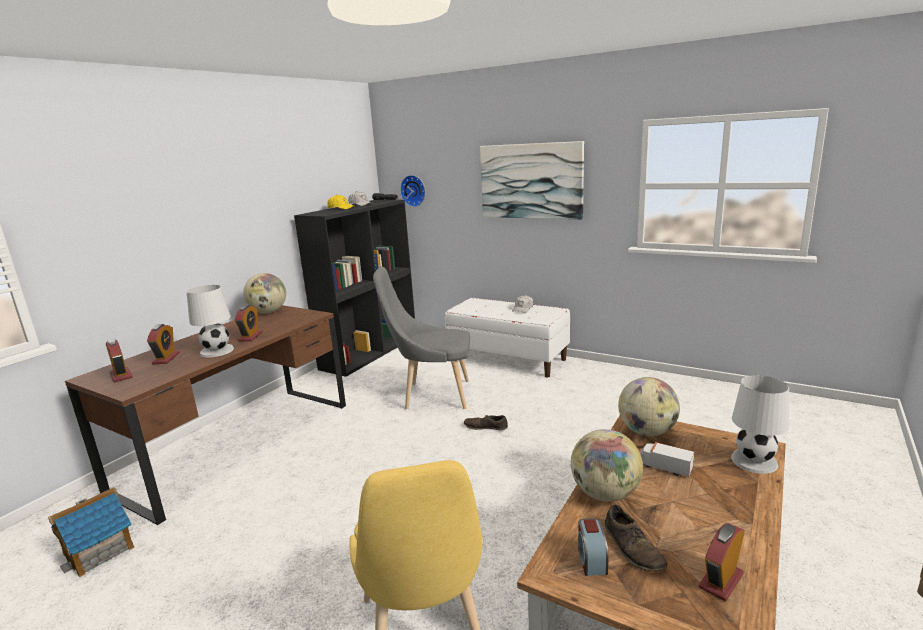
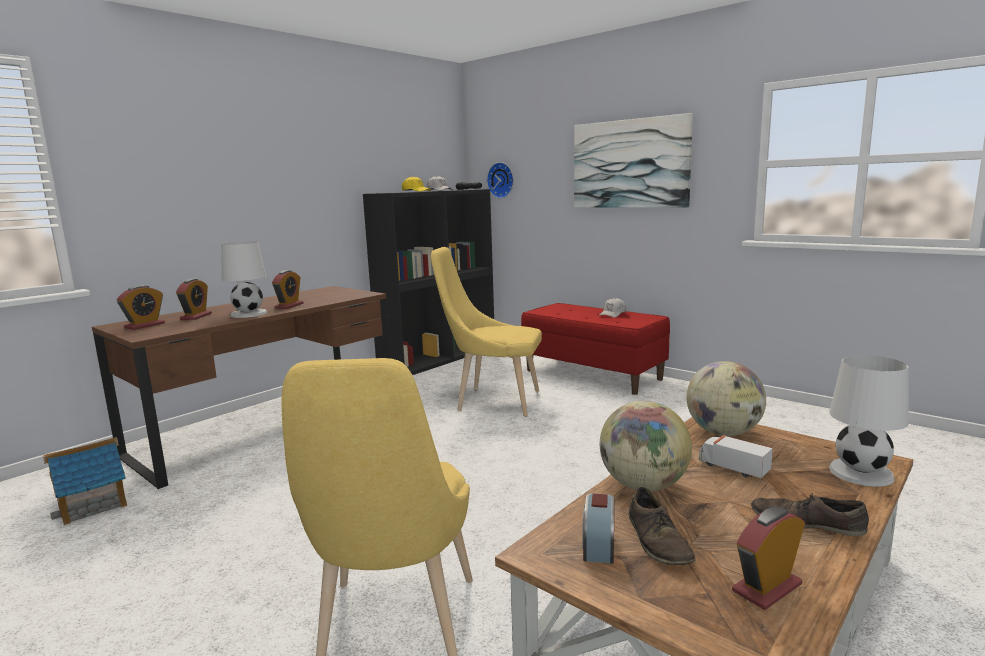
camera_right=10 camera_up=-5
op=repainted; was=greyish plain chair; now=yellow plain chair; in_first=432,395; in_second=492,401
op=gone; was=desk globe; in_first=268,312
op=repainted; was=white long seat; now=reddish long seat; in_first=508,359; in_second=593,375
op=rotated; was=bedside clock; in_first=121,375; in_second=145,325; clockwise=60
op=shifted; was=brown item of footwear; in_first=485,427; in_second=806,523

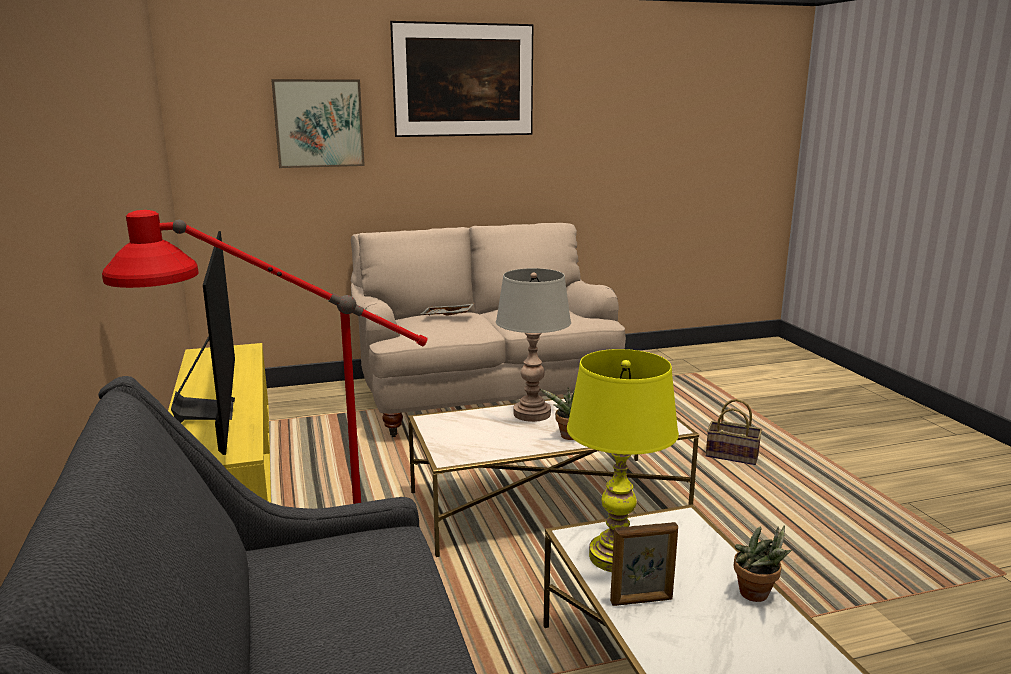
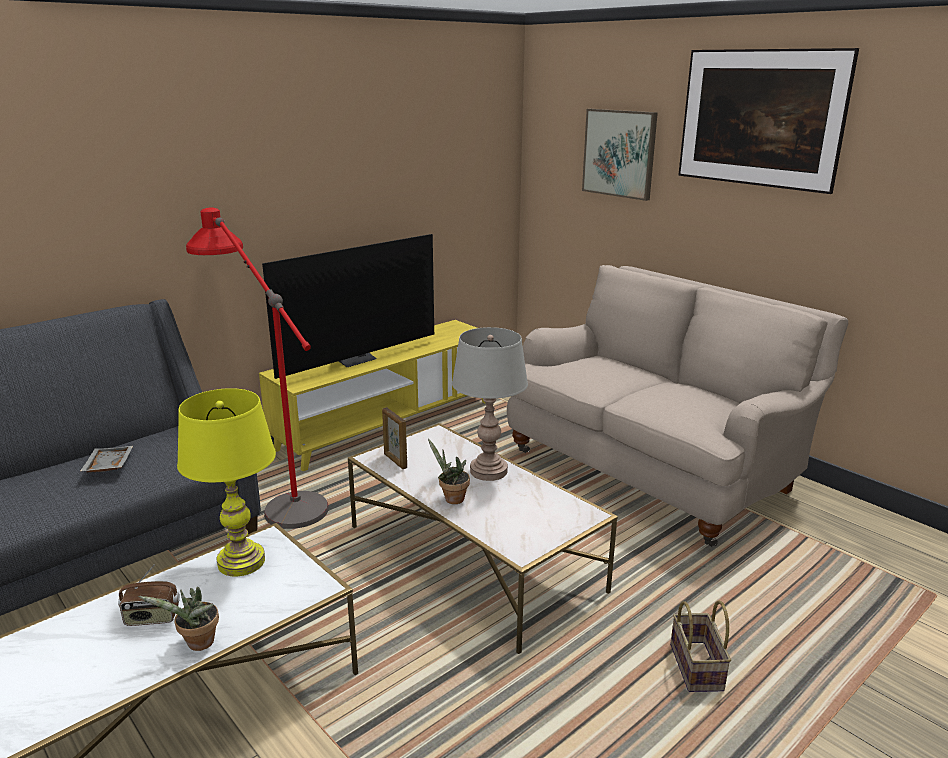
camera_right=65 camera_up=5
op=shifted; was=greyish serving tray; in_first=447,316; in_second=108,466
op=shifted; was=picture frame; in_first=642,601; in_second=395,461
op=new; now=radio set; in_second=152,618

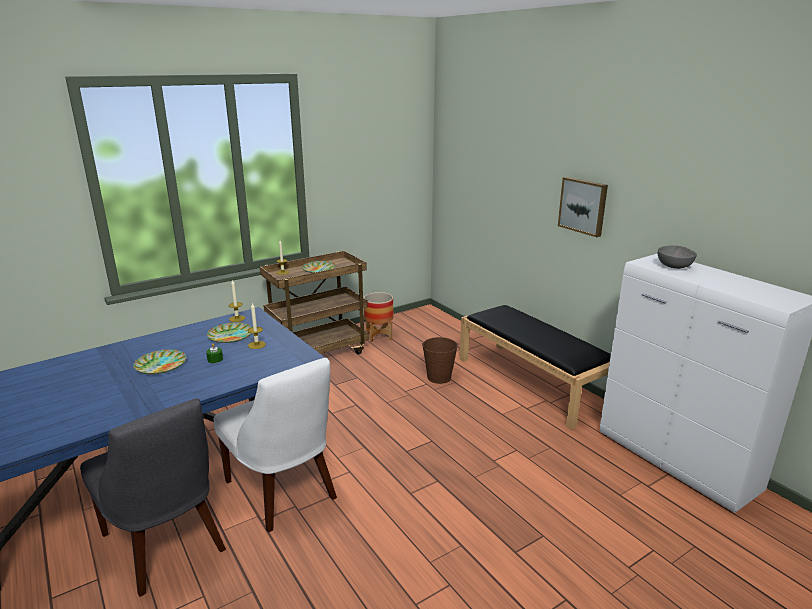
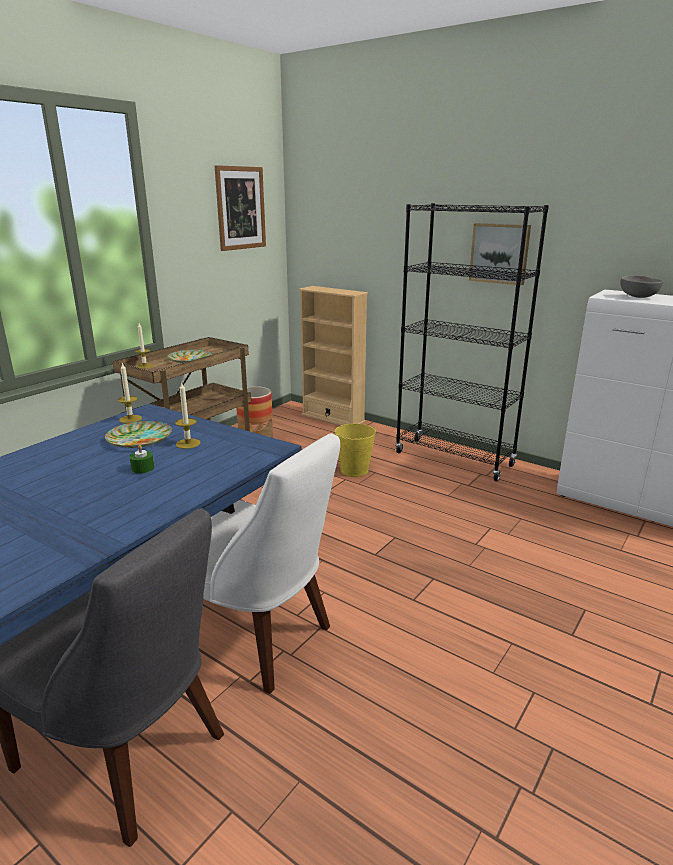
camera_right=-20 camera_up=0
op=swapped; was=blackish long seat; now=blackish bookcase; in_first=532,382; in_second=454,459
op=repainted; was=brown pail; now=yellow pail; in_first=439,377; in_second=354,470
op=gone; was=plate; in_first=160,365
op=new; now=wall picture; in_second=240,208
op=new; now=sand-coloured bookcase; in_second=333,418

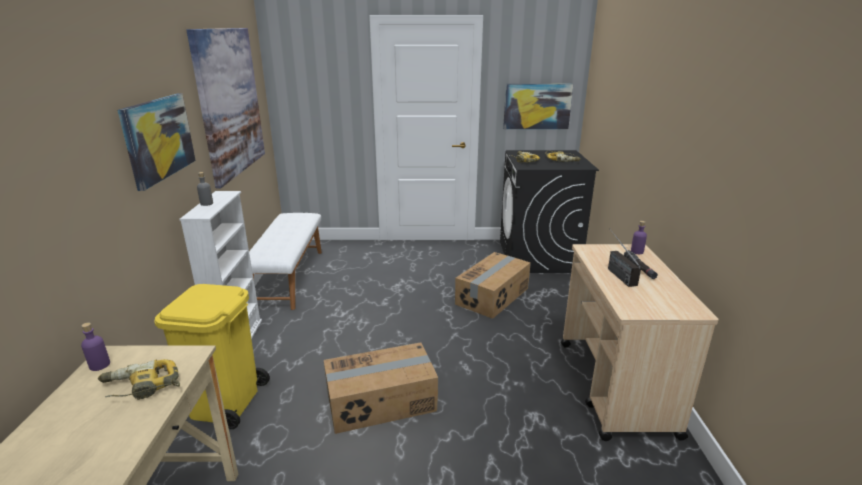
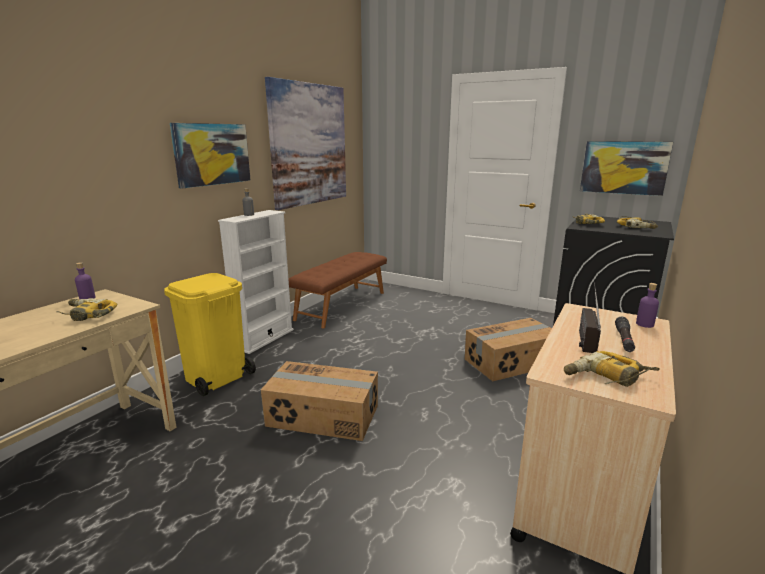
camera_right=30 camera_up=-5
op=repainted; was=white long seat; now=brown long seat; in_first=288,277; in_second=341,305
op=new; now=electric drill; in_second=607,378

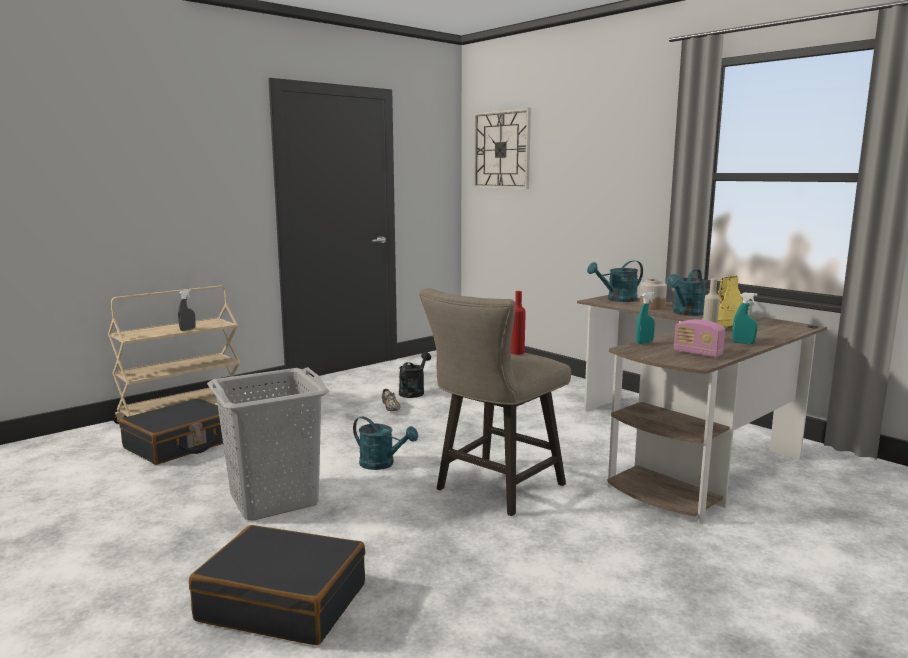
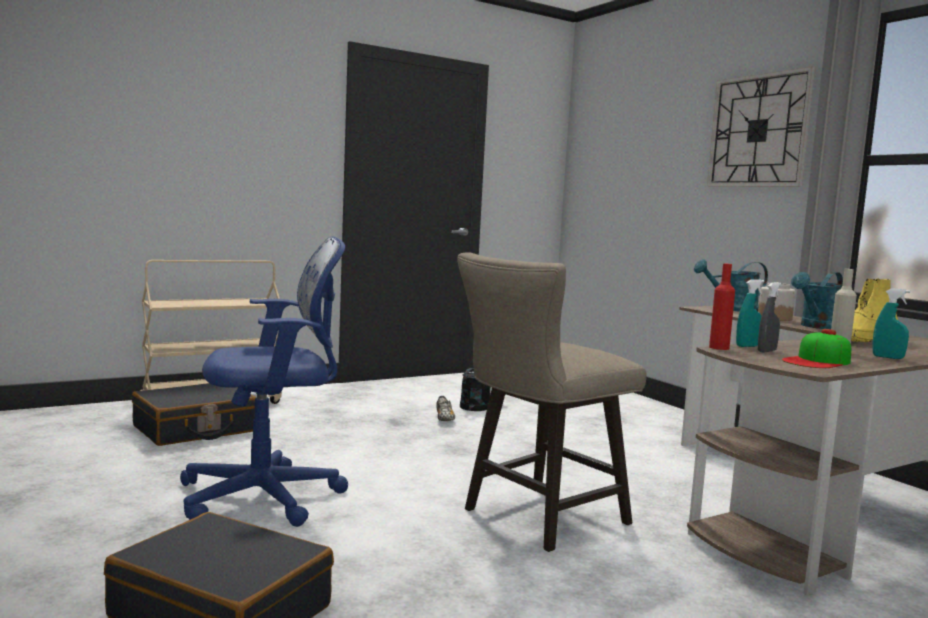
camera_right=10 camera_up=-5
op=shifted; was=clock on the wall; in_first=501,150; in_second=758,131
op=shifted; was=greyish spray bottle; in_first=187,329; in_second=767,351
op=shifted; was=reddish drink bottle; in_first=517,352; in_second=719,348
op=swapped; was=radio set; now=cap; in_first=697,354; in_second=817,361
op=swapped; was=greyish washing basket; now=bluish office chair; in_first=275,500; in_second=269,497
op=gone; was=turquoise watering pot; in_first=382,464

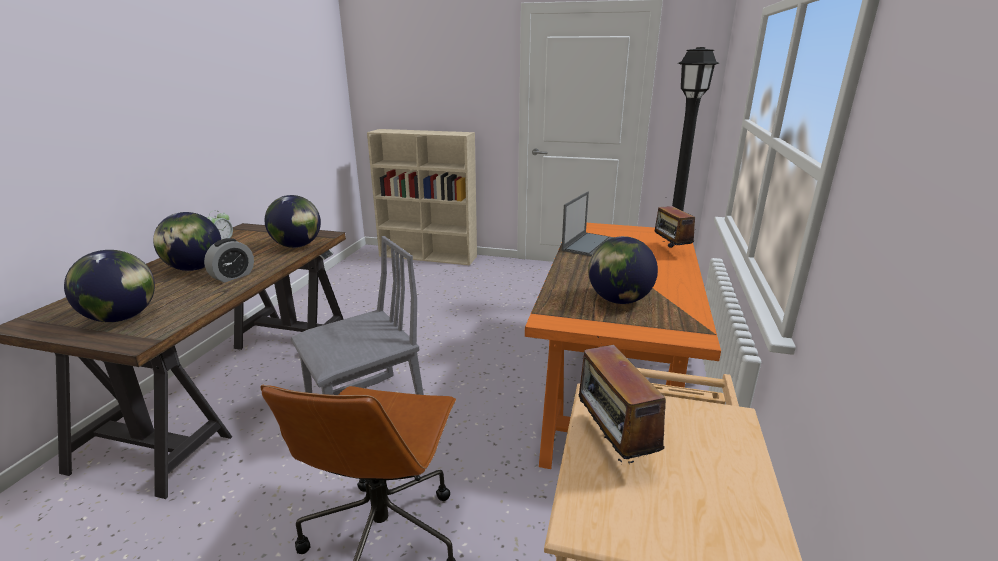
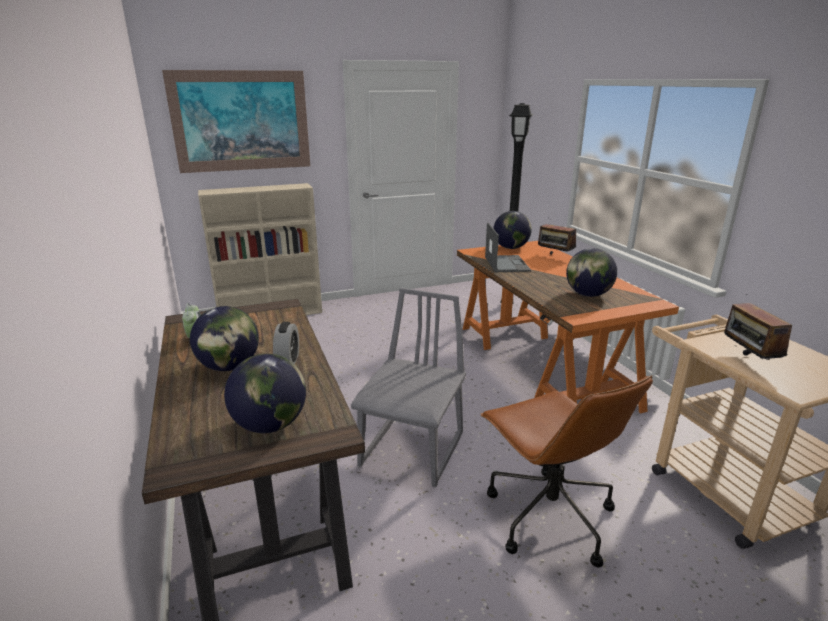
camera_right=-35 camera_up=0
op=shifted; was=desk globe; in_first=297,246; in_second=511,248
op=rotated; was=radio set; in_first=613,447; in_second=747,360; clockwise=45
op=new; now=wall picture; in_second=241,121

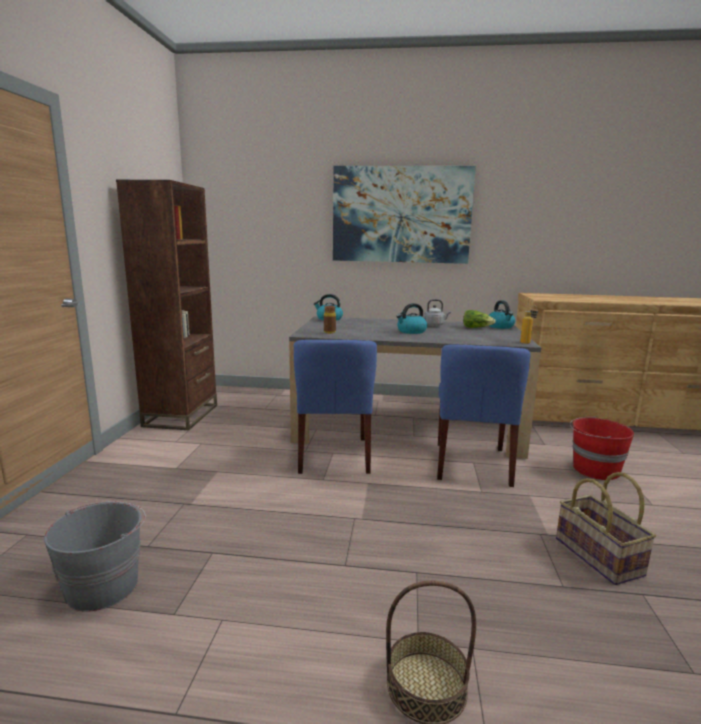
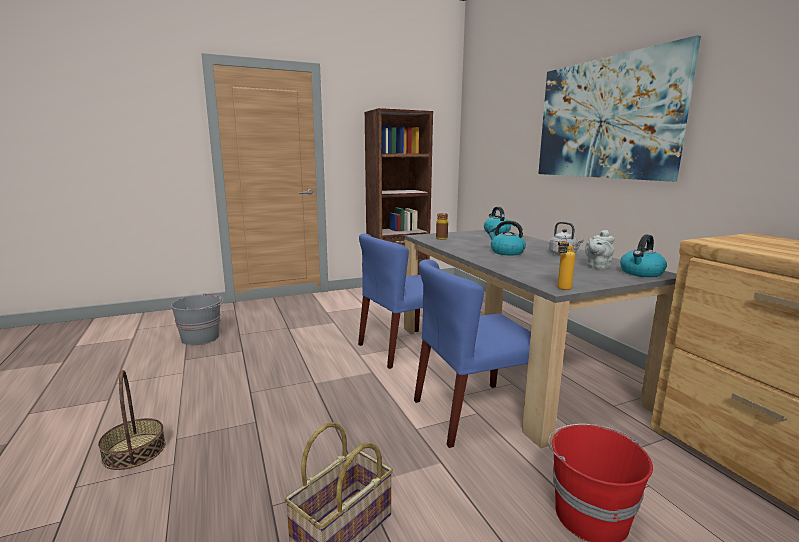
camera_right=60 camera_up=0
op=swapped; was=head of lettuce; now=greyish pot for tea; in_first=476,328; in_second=597,266

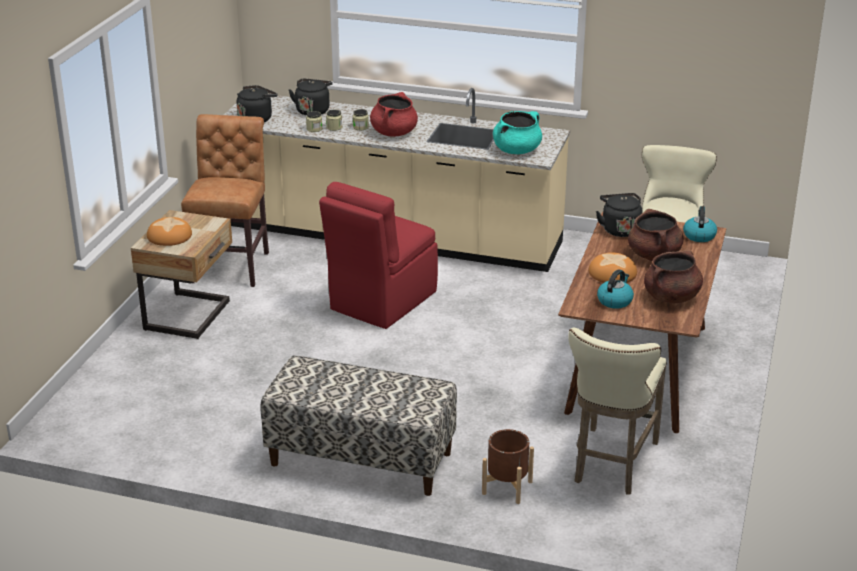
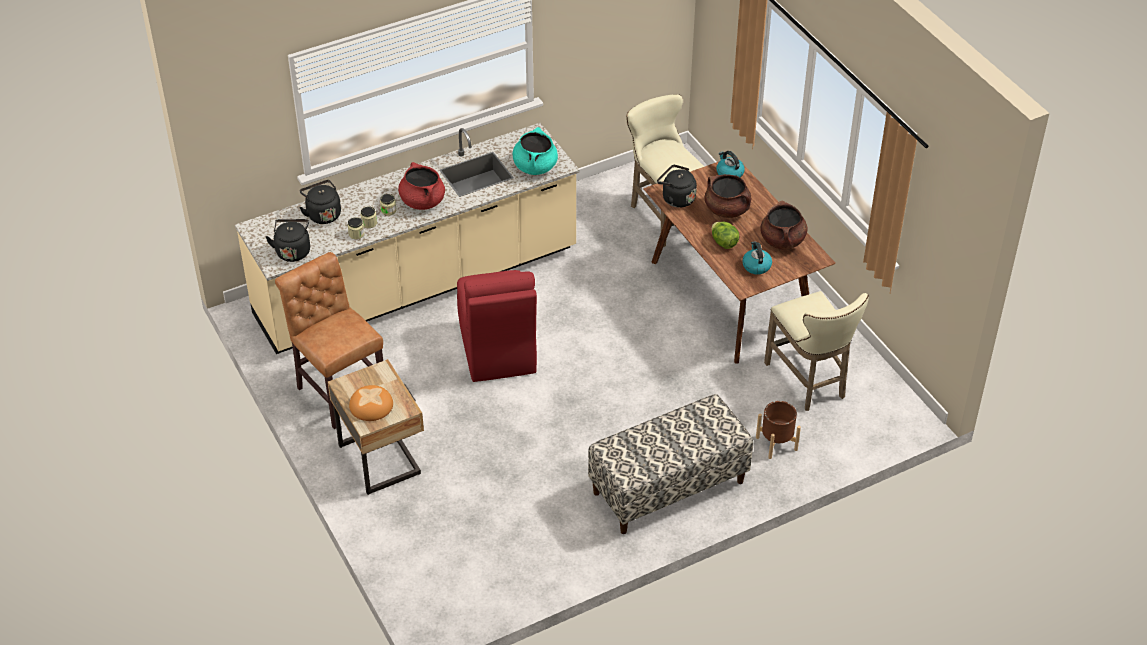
camera_right=-45 camera_up=15
op=swapped; was=bread; now=head of lettuce; in_first=612,273; in_second=724,243

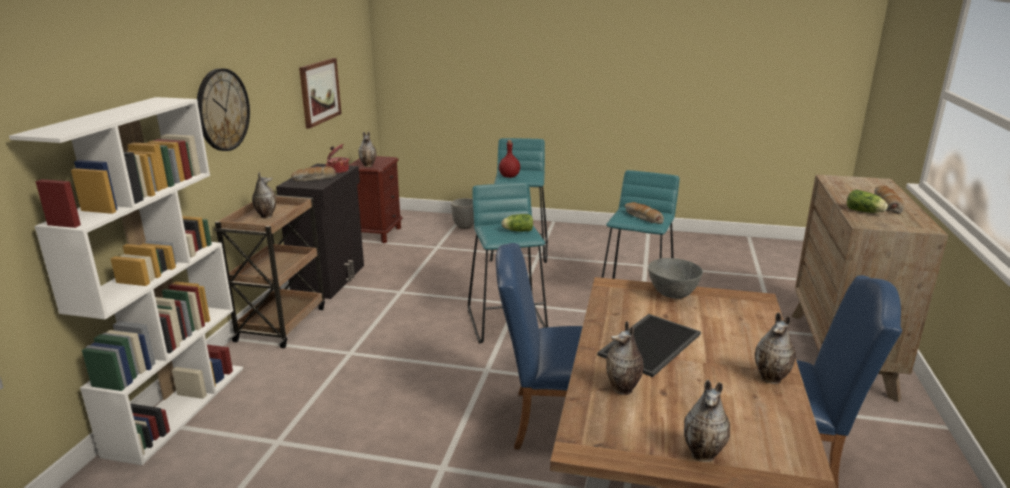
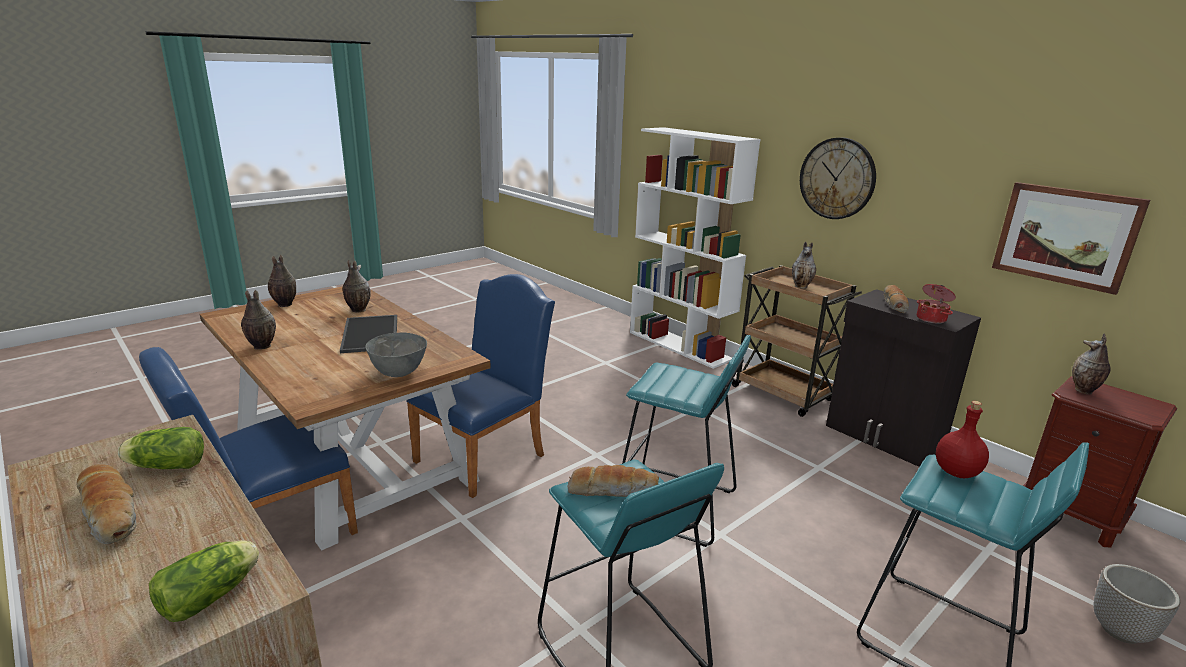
camera_right=125 camera_up=0
op=shifted; was=head of lettuce; in_first=517,231; in_second=213,595

